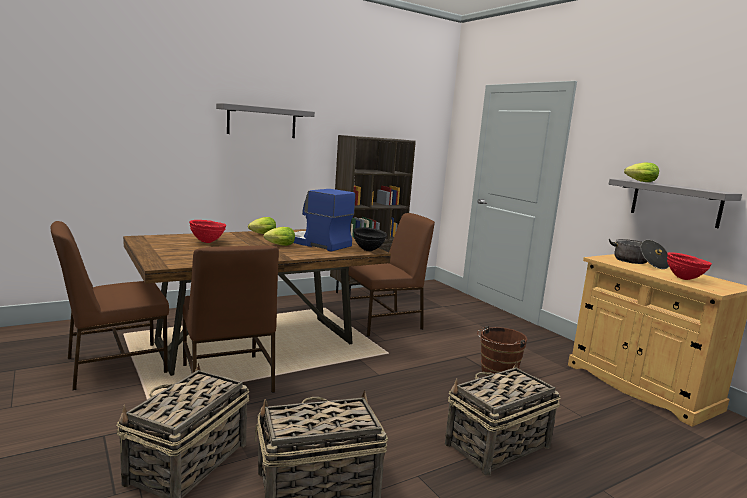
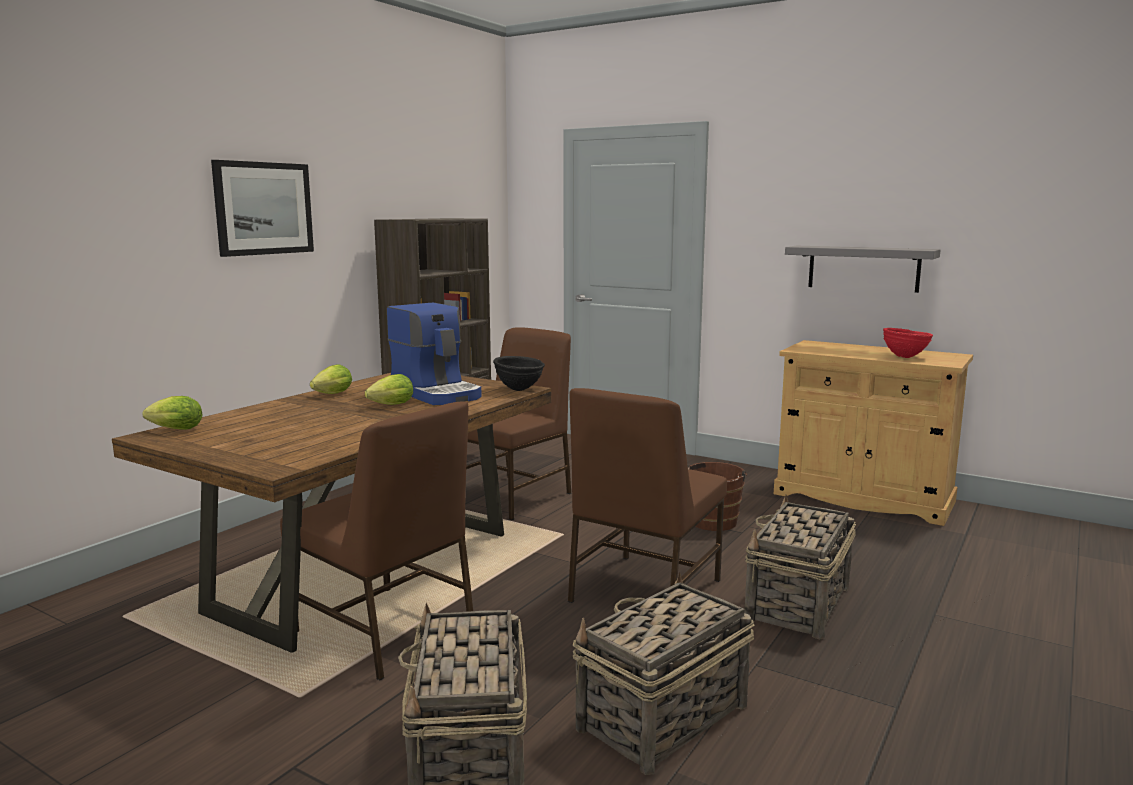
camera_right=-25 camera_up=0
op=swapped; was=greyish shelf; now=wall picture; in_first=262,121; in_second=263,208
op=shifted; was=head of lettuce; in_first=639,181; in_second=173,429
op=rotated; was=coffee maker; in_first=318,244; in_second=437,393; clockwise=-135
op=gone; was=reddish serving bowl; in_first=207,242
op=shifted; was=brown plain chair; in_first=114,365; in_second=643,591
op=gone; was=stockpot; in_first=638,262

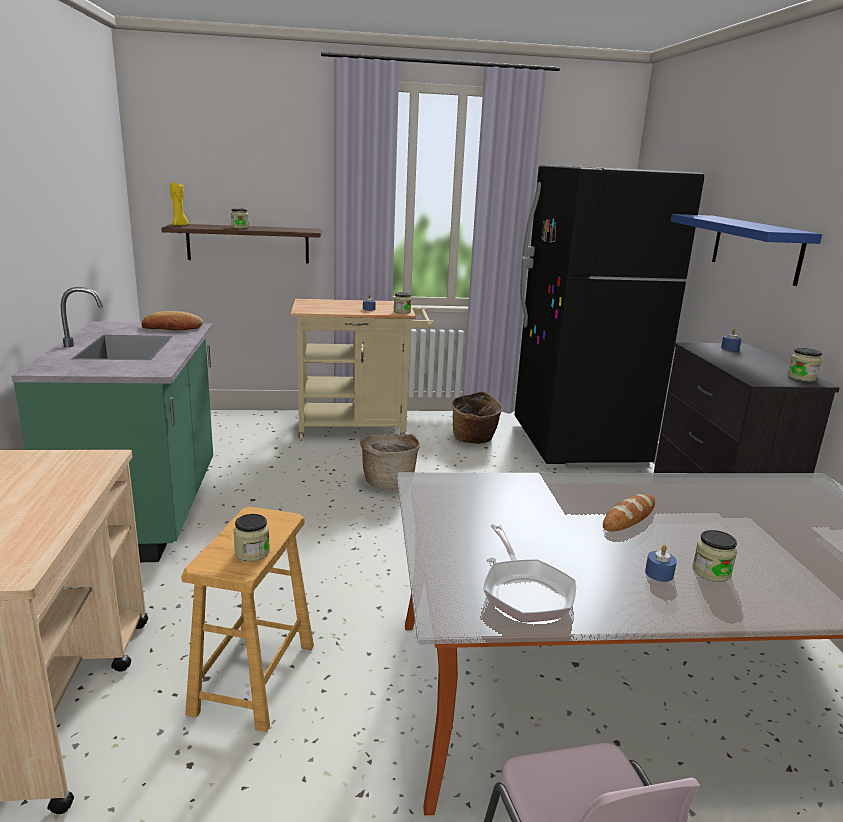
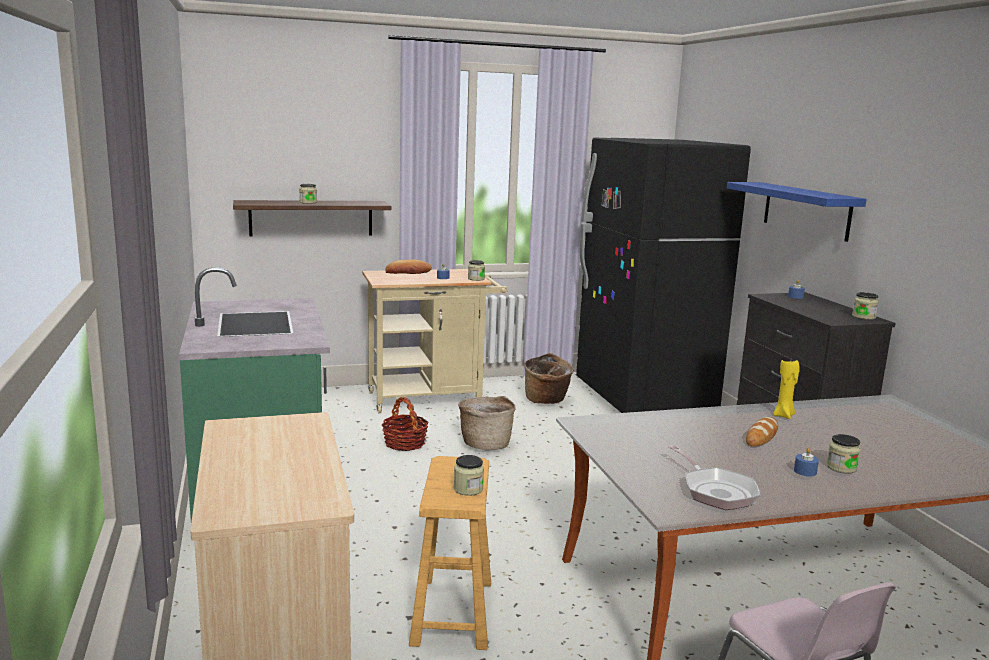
camera_right=-10 camera_up=-5
op=shifted; was=yellow wax light; in_first=180,225; in_second=783,415
op=shifted; was=bread; in_first=172,327; in_second=408,272
op=new; now=household basket; in_second=404,443

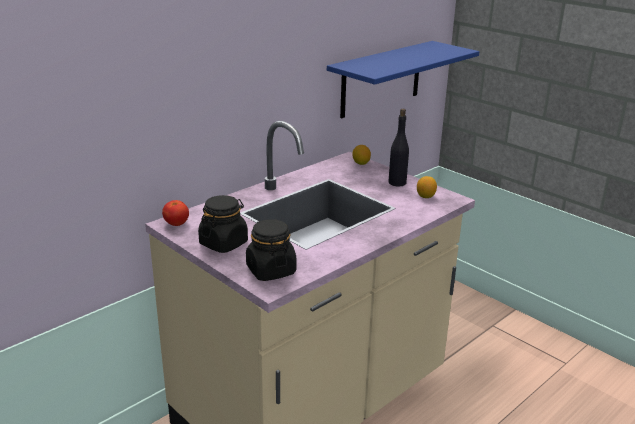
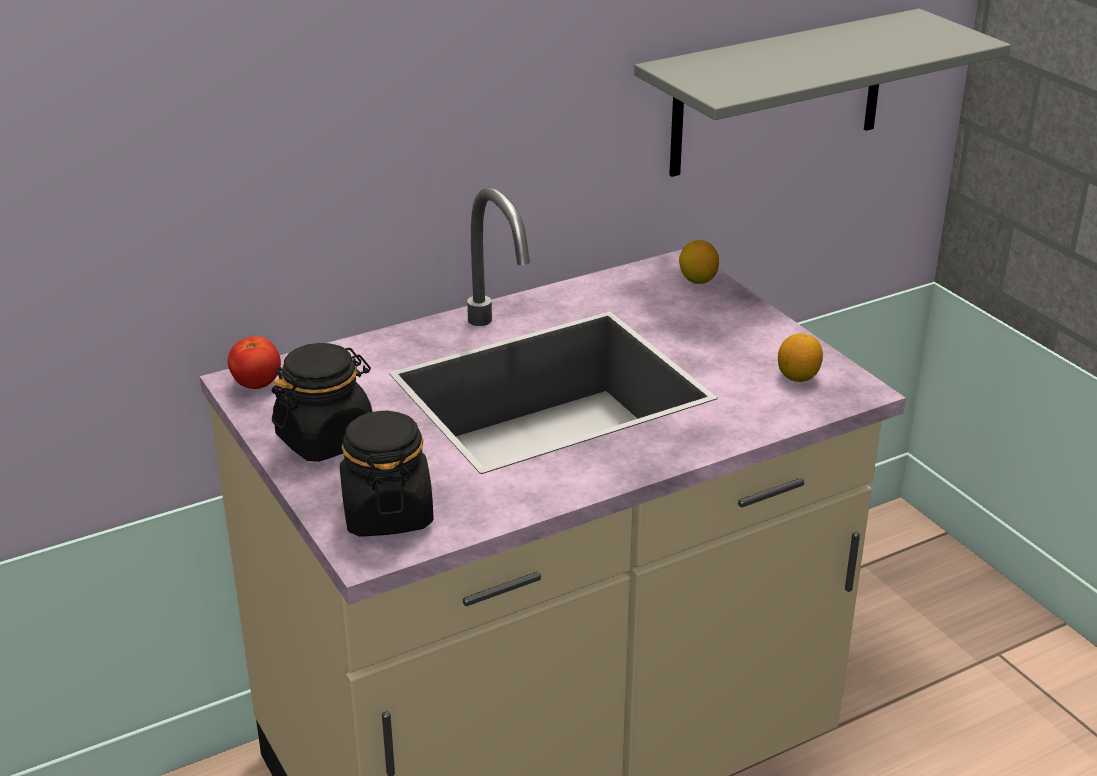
camera_right=15 camera_up=5
op=repainted; was=bluish shelf; now=greyish shelf; in_first=381,79; in_second=778,93
op=gone; was=blackish drink bottle; in_first=397,183

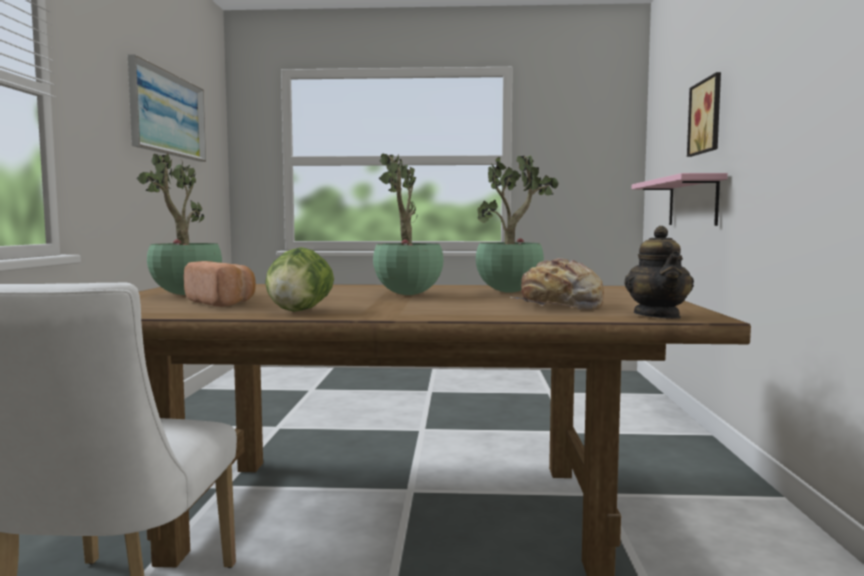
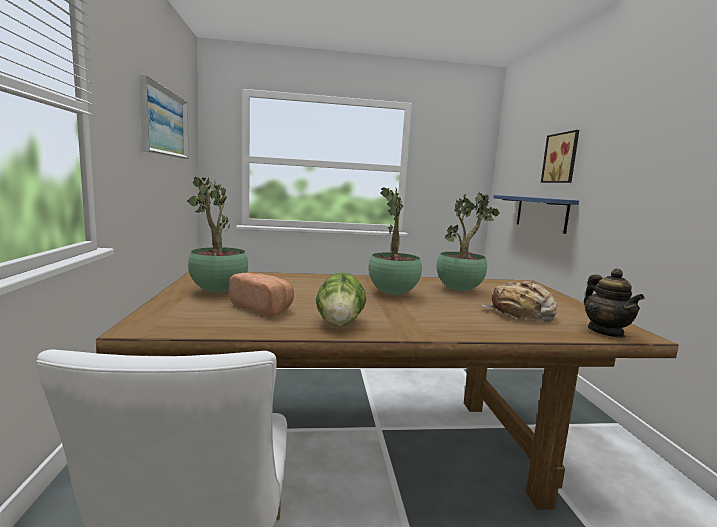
camera_right=-10 camera_up=5
op=repainted; was=pink shelf; now=bluish shelf; in_first=692,202; in_second=541,213

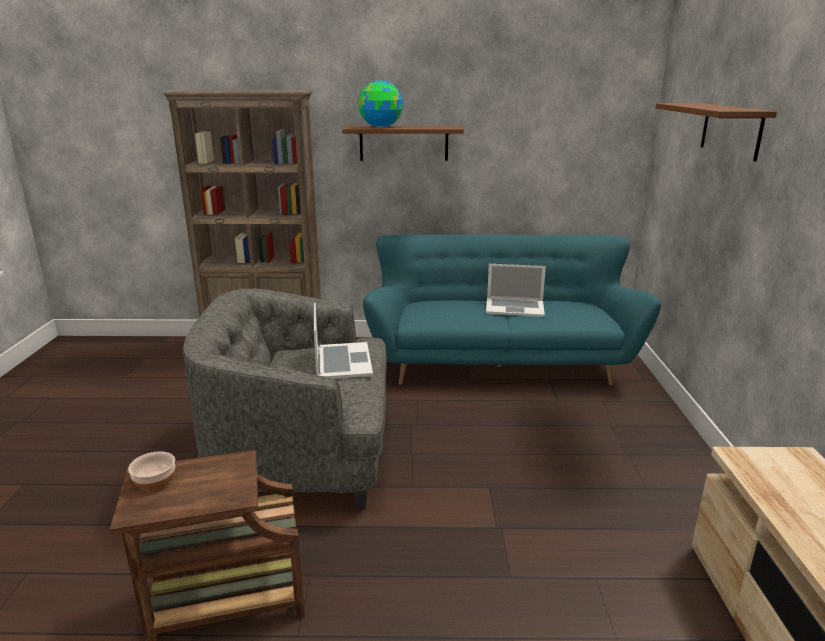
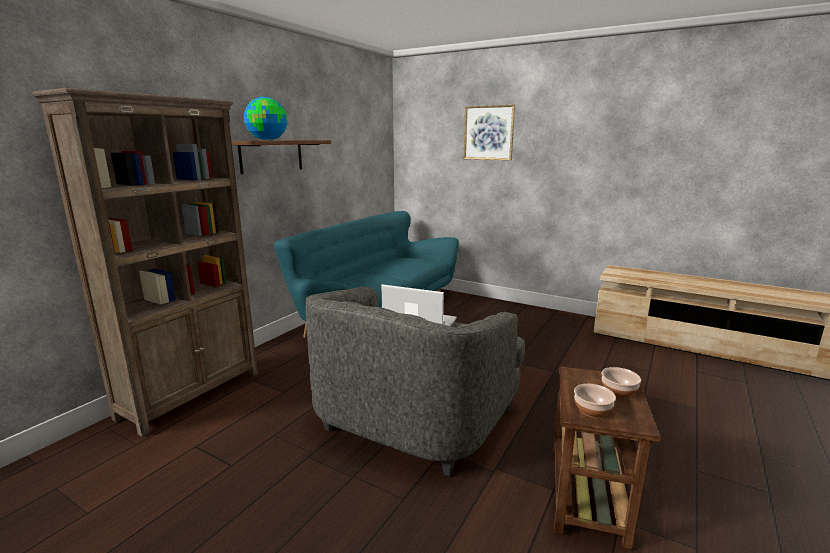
camera_right=-60 camera_up=-5
op=swapped; was=brown shelf; now=wall picture; in_first=731,130; in_second=488,133
op=gone; was=portable computer; in_first=514,307
op=new; now=serving bowl; in_second=618,391

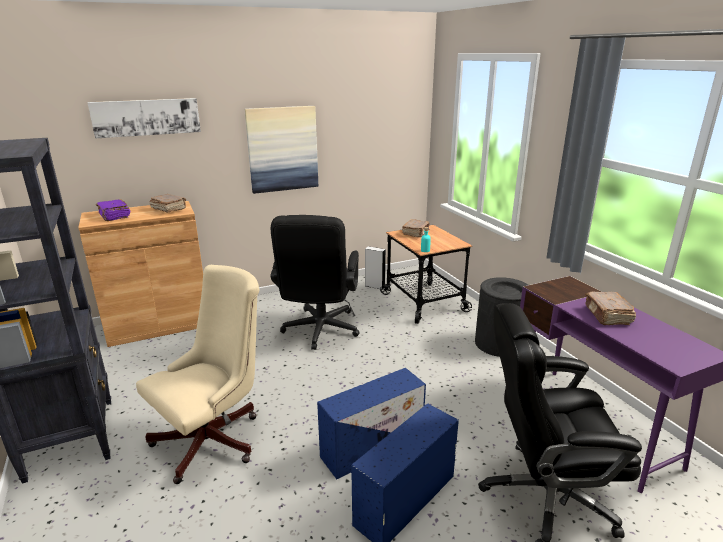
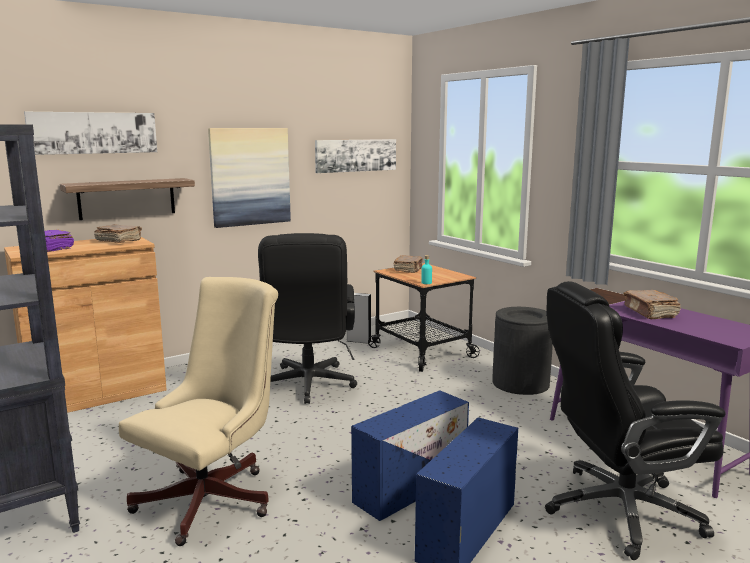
camera_right=-10 camera_up=-10
op=new; now=wall picture; in_second=355,155
op=new; now=shelf; in_second=127,198

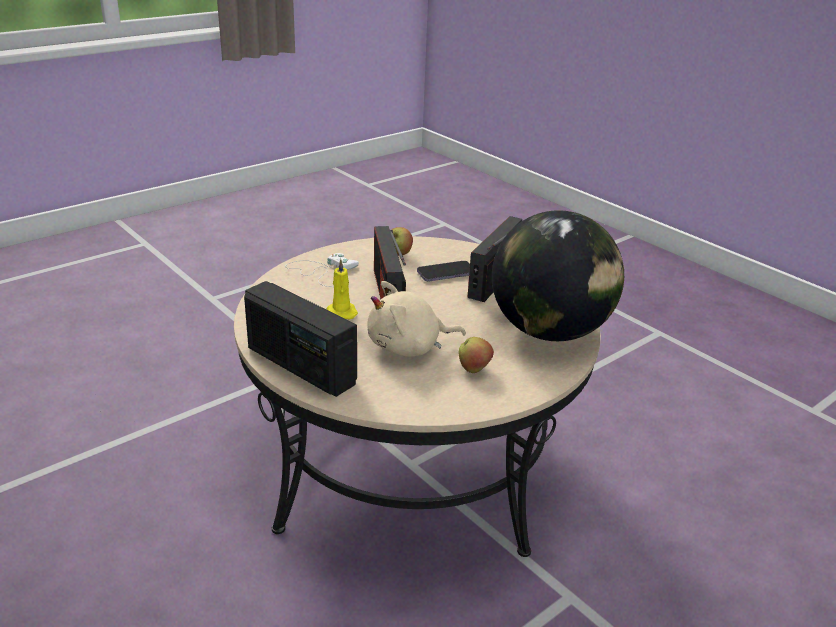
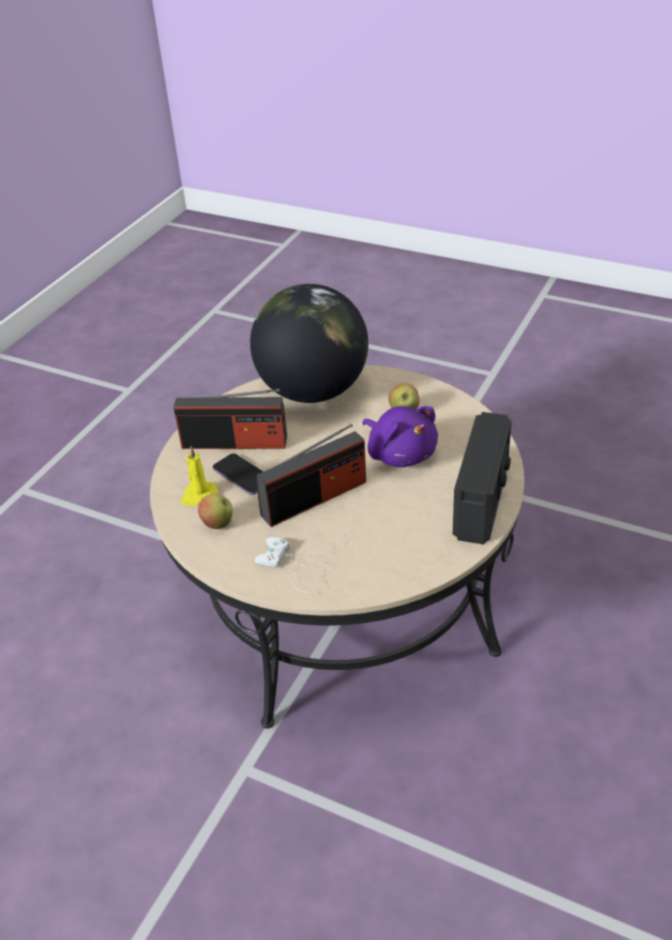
camera_right=-110 camera_up=10
op=shifted; was=yellow wax light; in_first=341,312; in_second=198,495
op=repainted; was=sand-coloured soft toy; now=purple-coloured soft toy; in_first=409,347; in_second=400,453

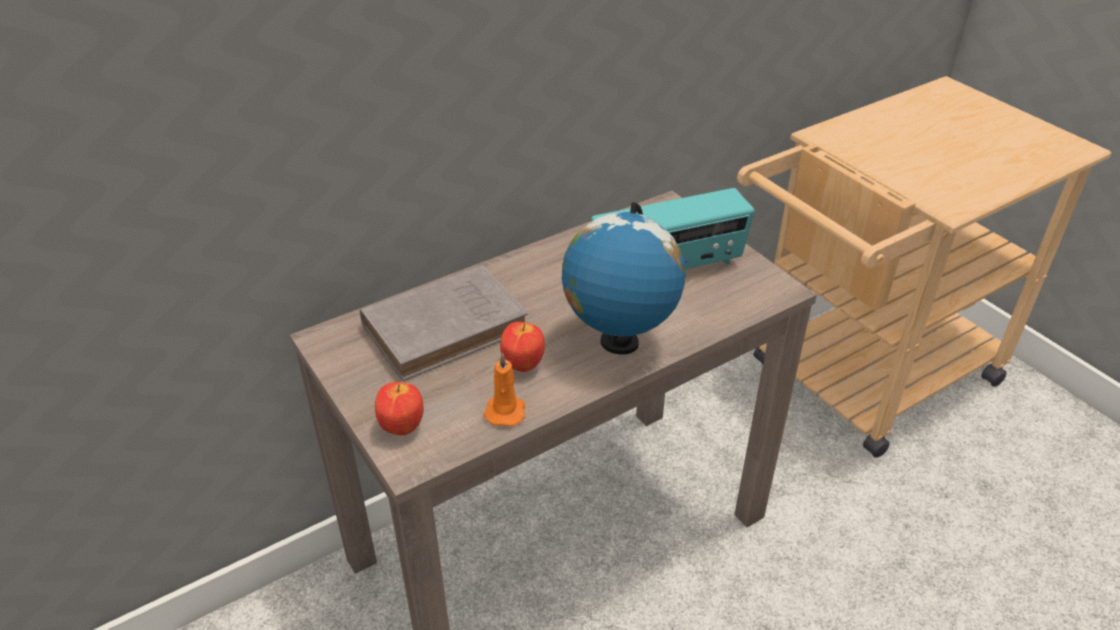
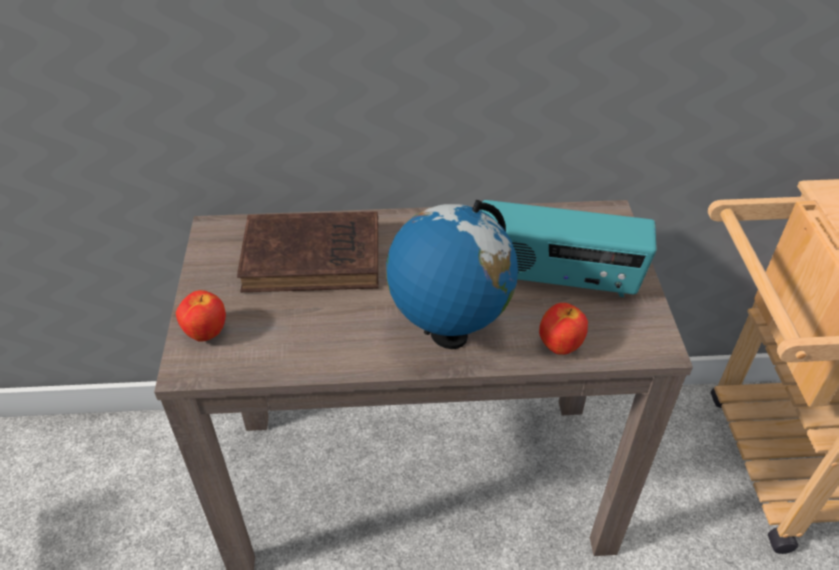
camera_right=30 camera_up=5
op=repainted; was=greyish bound book; now=brown bound book; in_first=449,326; in_second=316,258
op=shifted; was=apple; in_first=522,365; in_second=559,346
op=gone; was=orange-coloured wax light; in_first=505,410

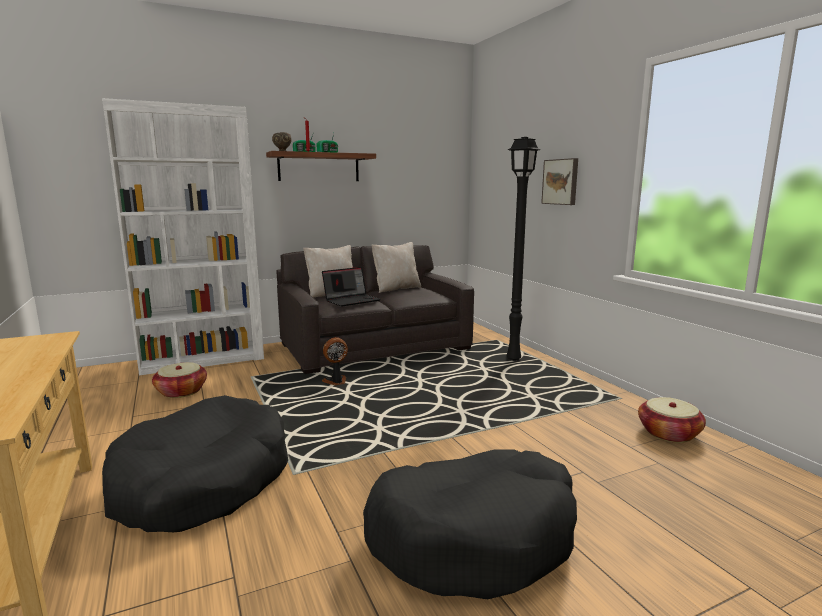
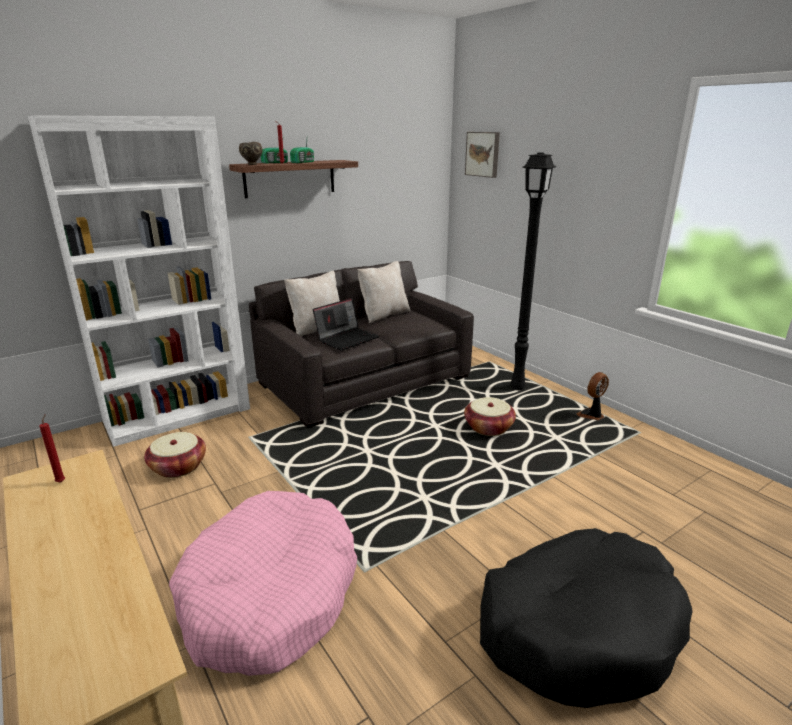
camera_right=-10 camera_up=10
op=shifted; was=wall picture; in_first=561,182; in_second=483,154
op=shifted; was=fan; in_first=336,382; in_second=591,415
op=repainted; was=blackish pet bed; now=pink pet bed; in_first=203,482; in_second=270,595
op=shifted; was=household basket; in_first=668,433; in_second=488,427
op=new; now=reddish wax light; in_second=61,481

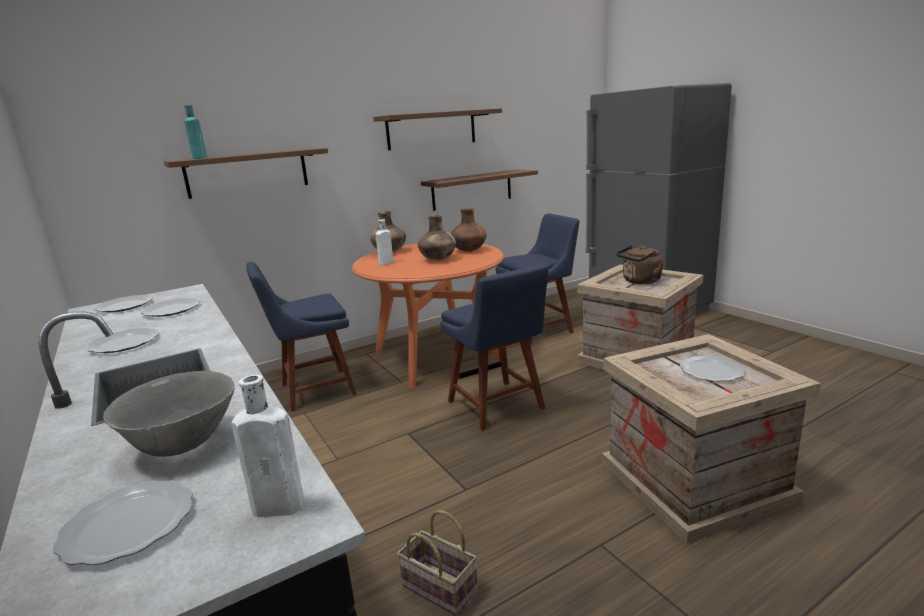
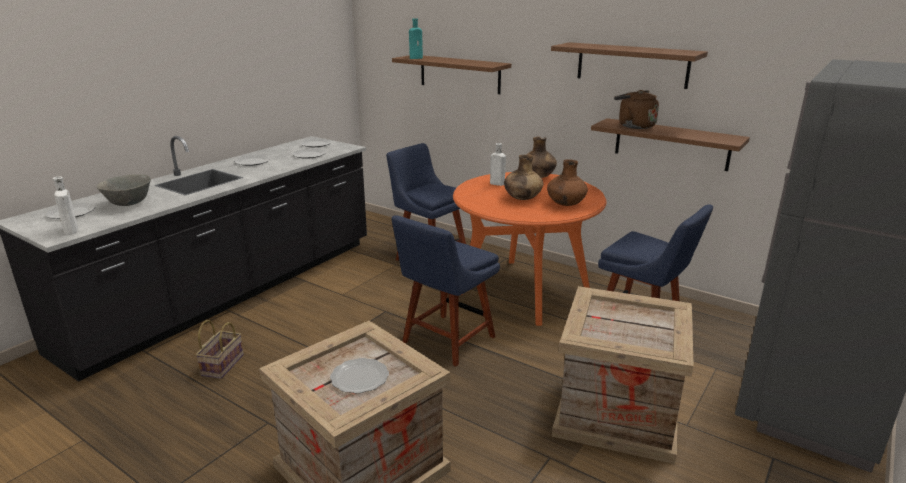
camera_right=65 camera_up=5
op=shifted; was=brown water kettle; in_first=640,281; in_second=633,126

